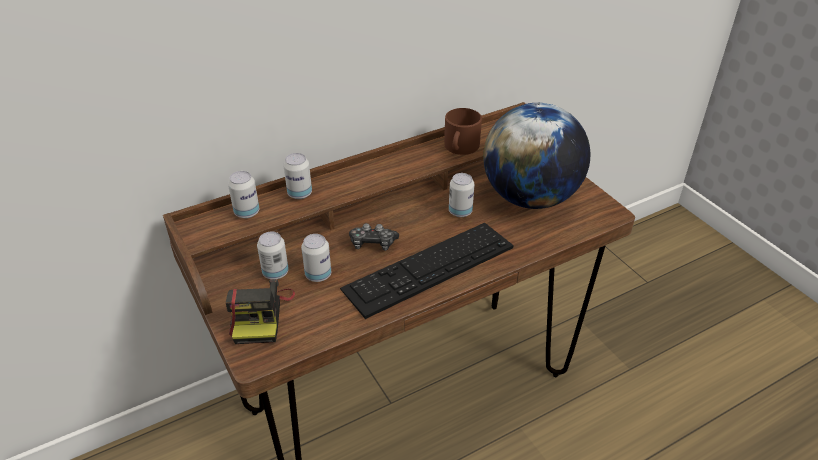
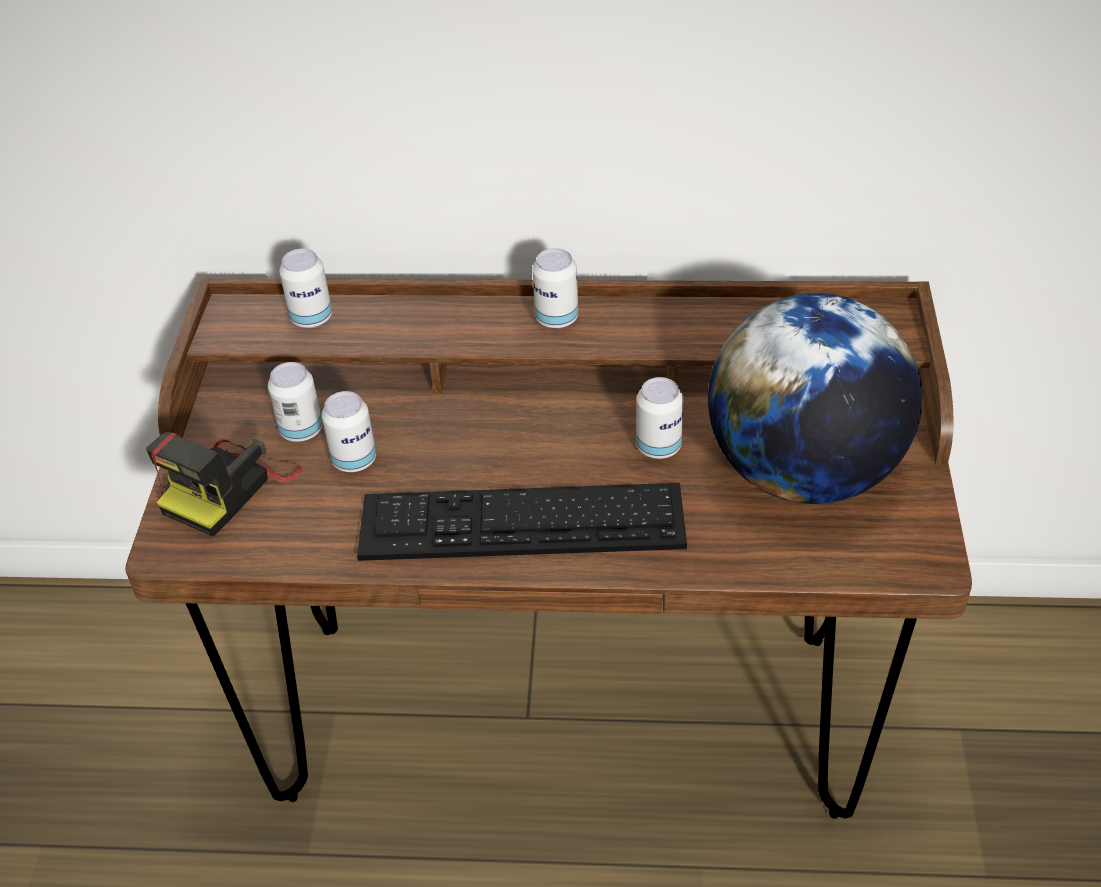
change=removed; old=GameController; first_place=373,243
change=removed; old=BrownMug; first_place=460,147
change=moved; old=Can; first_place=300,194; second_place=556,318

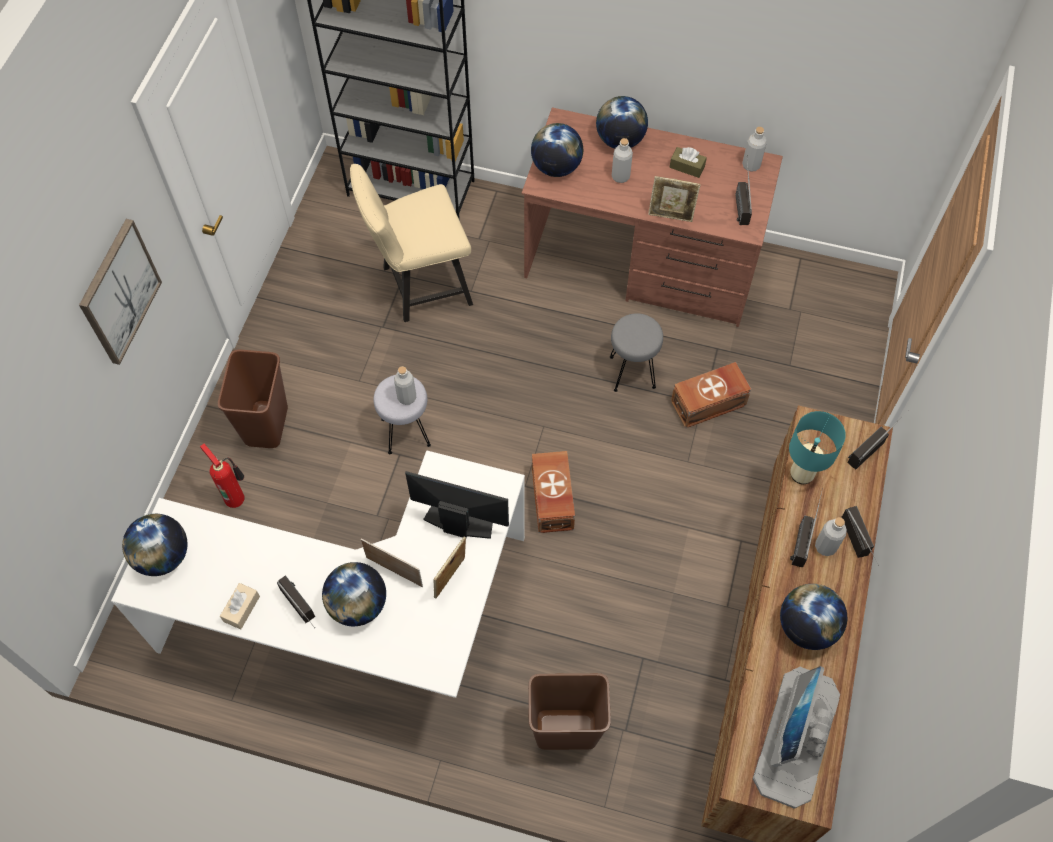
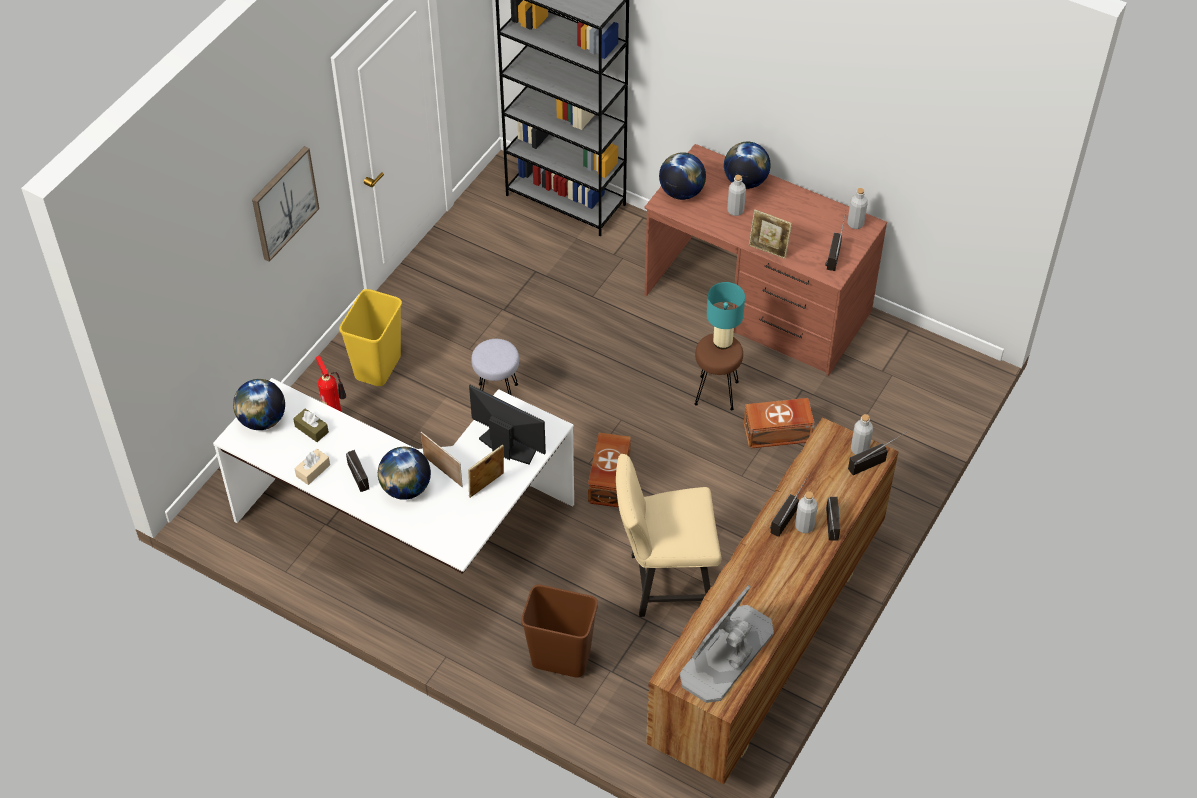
change=removed; old=Globe; first_place=806,627
change=moved; old=BeigeChair; first_place=420,286; second_place=664,583
change=moved; old=GreyBottle; first_place=407,397; second_place=859,449
change=moved; old=BrownTissueBox; first_place=687,167; second_place=311,429
change=moved; old=TurquoiseTableLamp; first_place=801,473; second_place=722,342
change=recoloured; old=BrownTrashCan; new=YellowTrashCan; first_place=265,424; second_place=377,366
change=recoloured; old=GreyStool; new=BrownStool; first_place=631,372; second_place=715,392

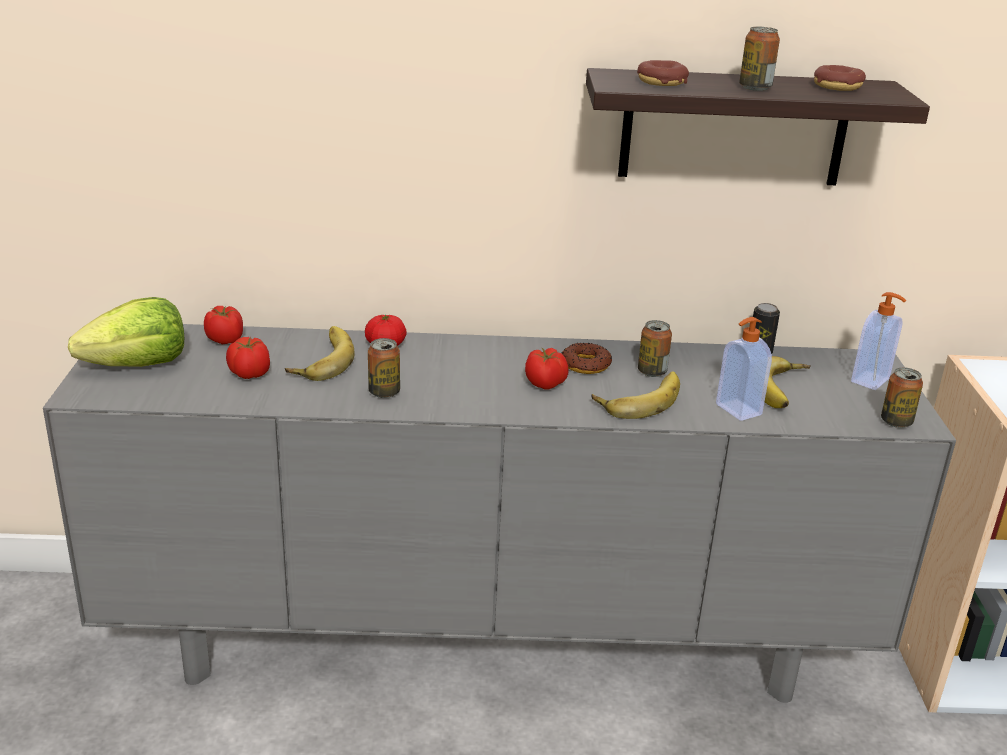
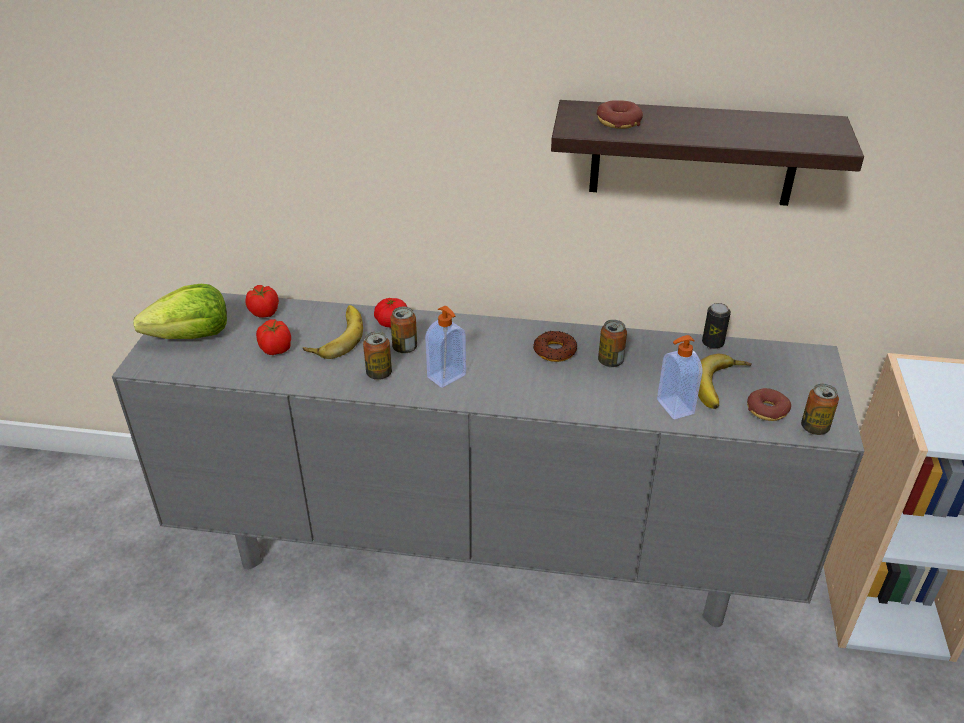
change=removed; old=Tomato; first_place=545,384
change=removed; old=Banana; first_place=638,399
change=moved; old=Can; first_place=755,88; second_place=405,347
change=moved; old=Donut; first_place=837,87; second_place=767,410
change=moved; old=SoapDispenser; first_place=871,381; second_place=447,377

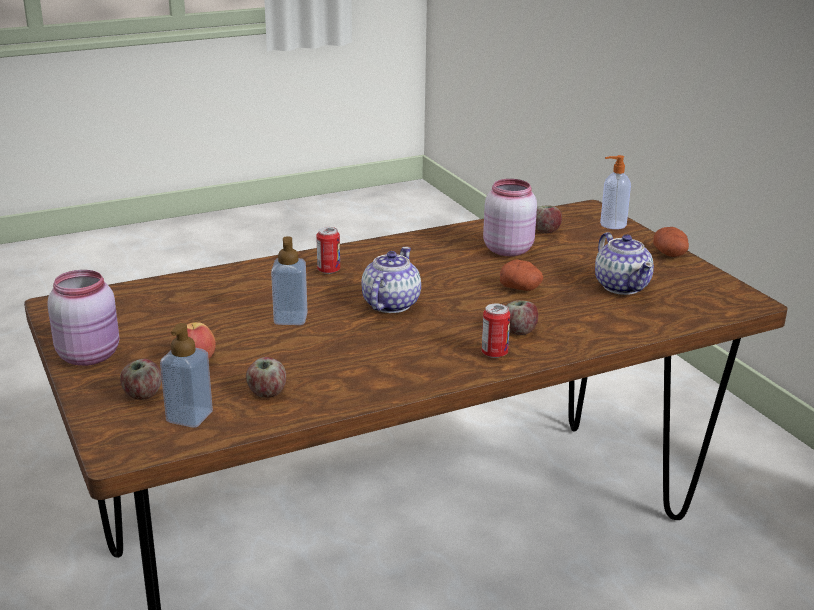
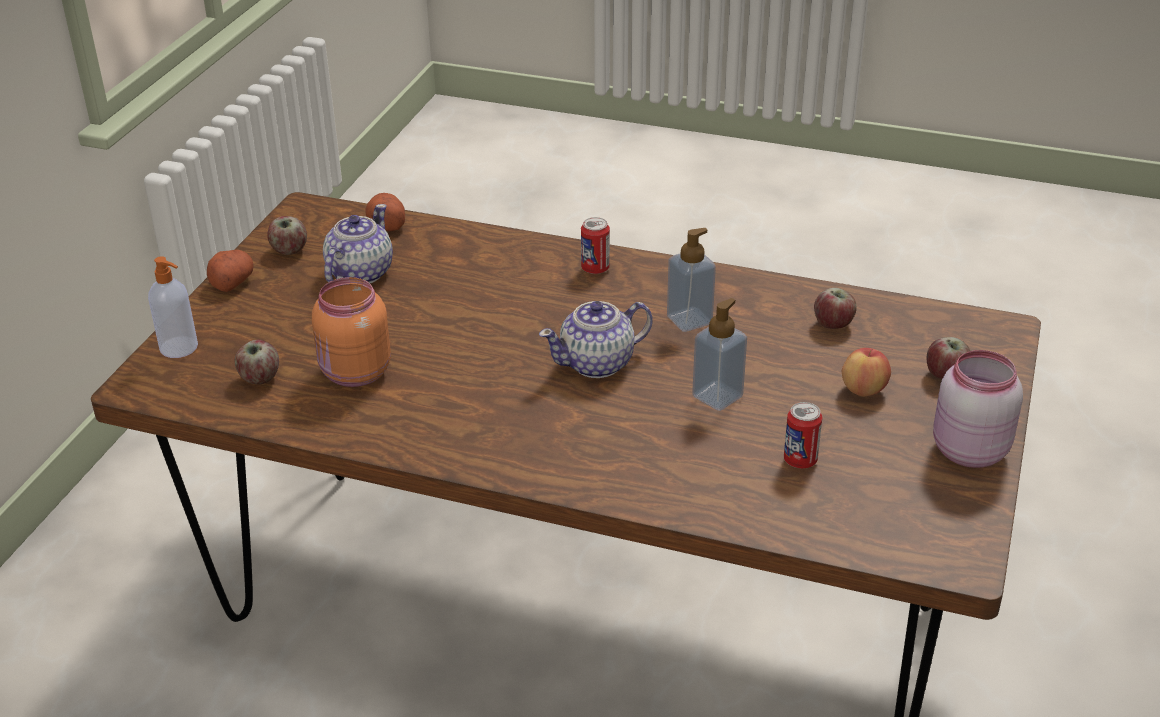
change=moved; old=SoapDispenser; first_place=189,417; second_place=689,320
change=moved; old=Can; first_place=328,270; second_place=800,460
change=moved; old=Potato; first_place=521,288; second_place=386,224
change=moved; old=Apple; first_place=518,331; second_place=289,250
change=recoloured; old=PinkJar; new=OrangeJar; first_place=507,249; second_place=354,374

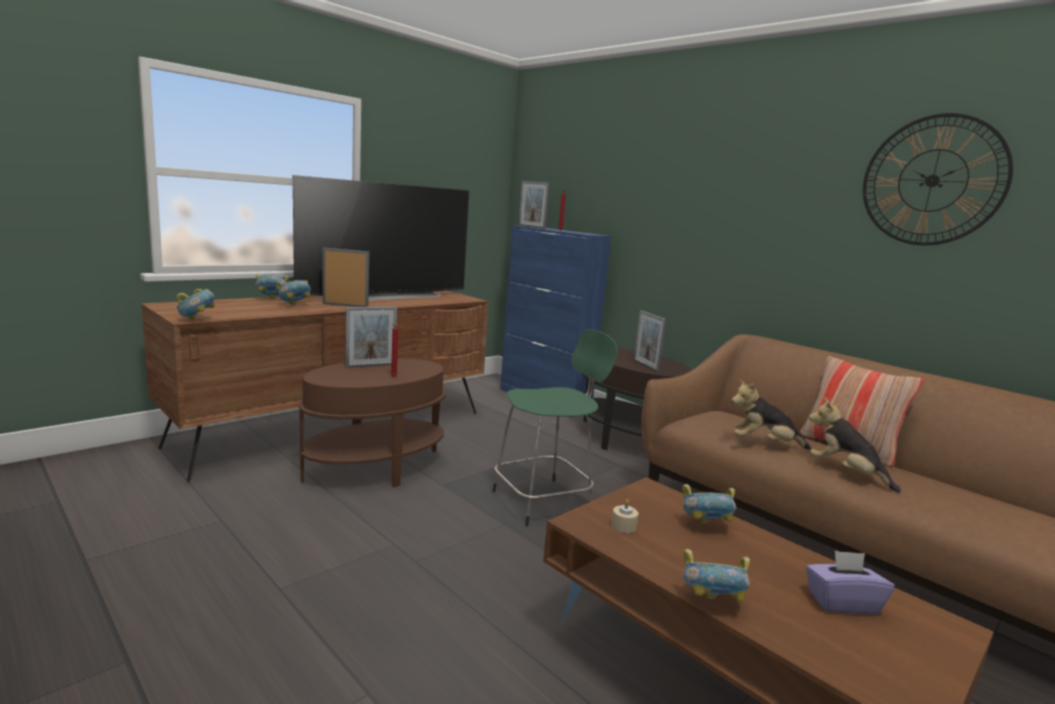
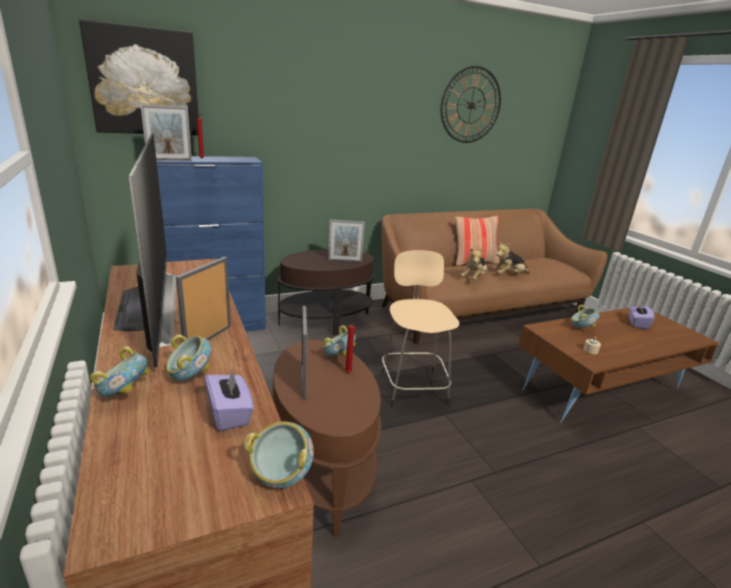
change=added; new=Picture; second_place=144,82
change=added; new=PurpleTissueBox; second_place=230,414
change=moved; old=Bowl; first_place=711,603; second_place=338,356
change=recoloured; old=GreenStool; new=BeigeStool; first_place=544,501; second_place=413,386

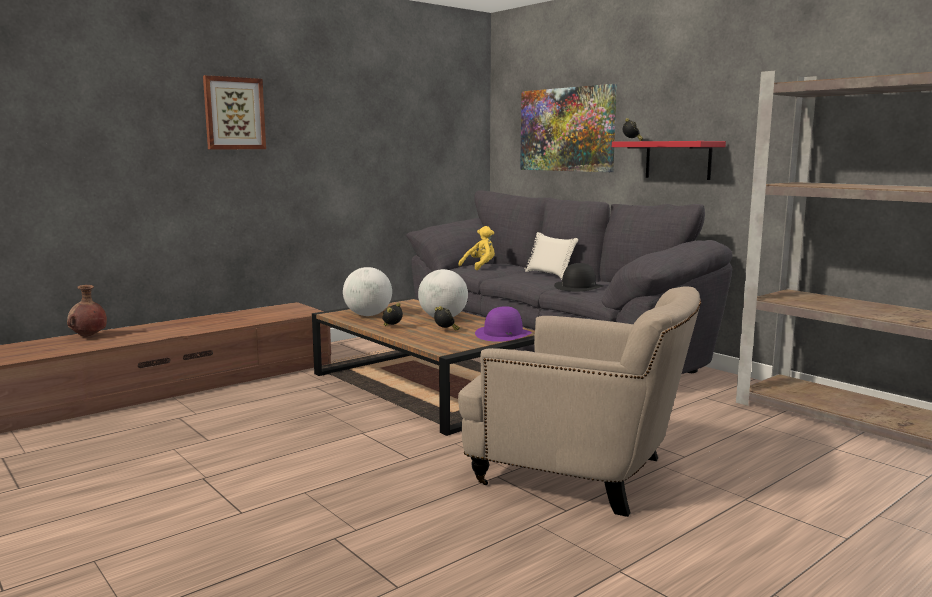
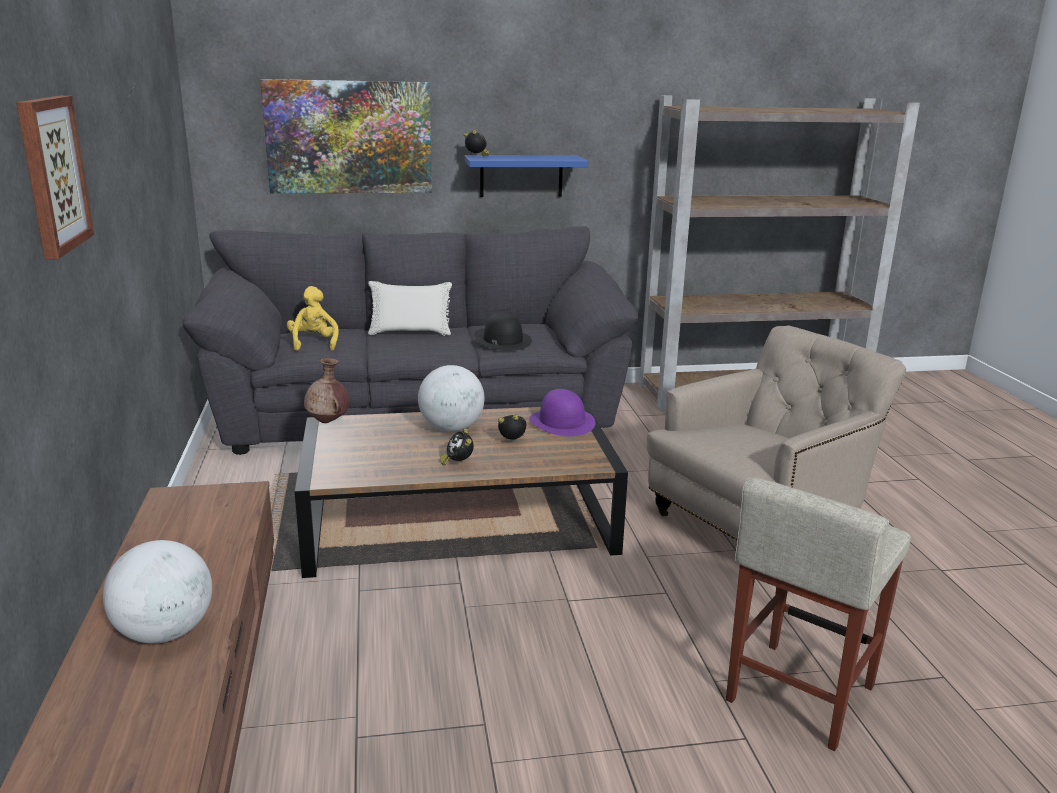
change=added; new=BeigeStool; second_place=799,694
change=moved; old=BrownVase; first_place=88,336; second_place=328,421
change=moved; old=Globe; first_place=368,315; second_place=165,632
change=recoloured; old=RedShelf; new=BlueShelf; first_place=678,160; second_place=521,176

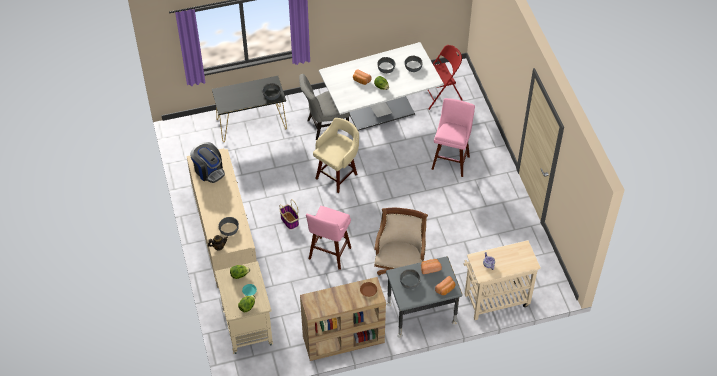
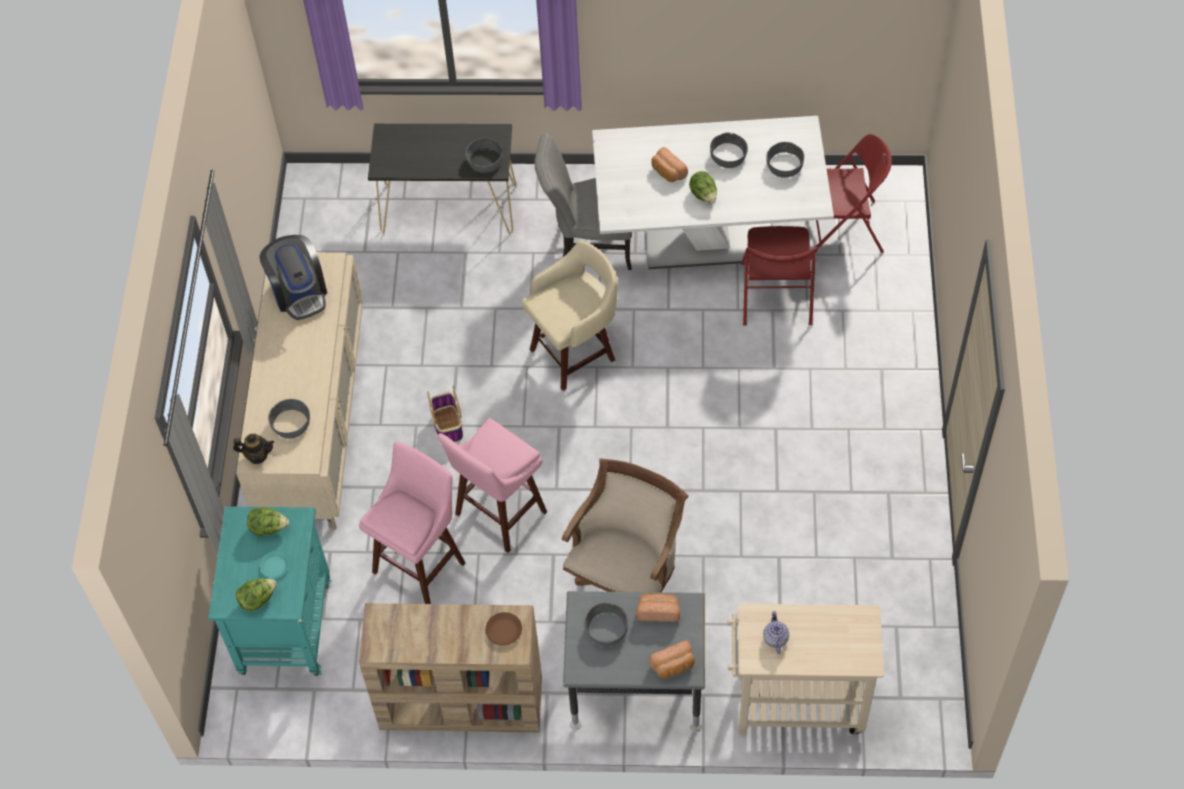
change=added; new=RedChair; second_place=775,294
change=moved; old=PinkStool; first_place=451,161; second_place=421,565
change=recoloured; old=BeigeCart; new=TurquoiseCart; first_place=247,327; second_place=287,626

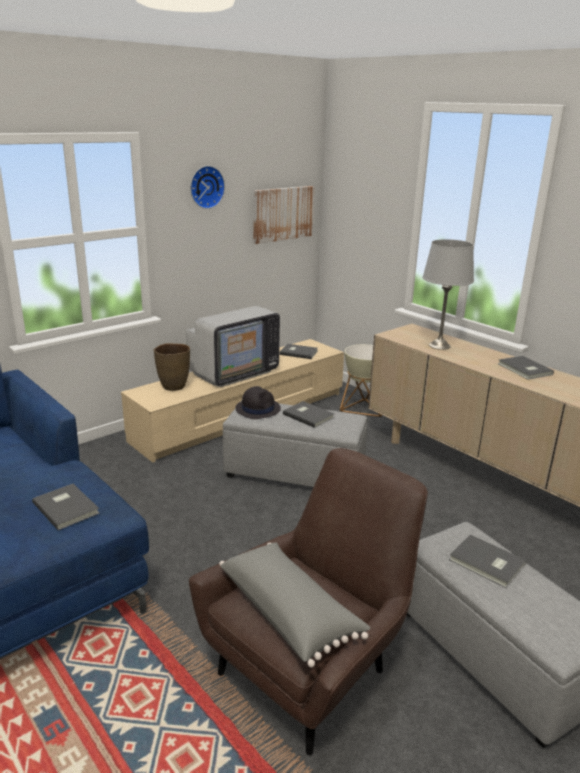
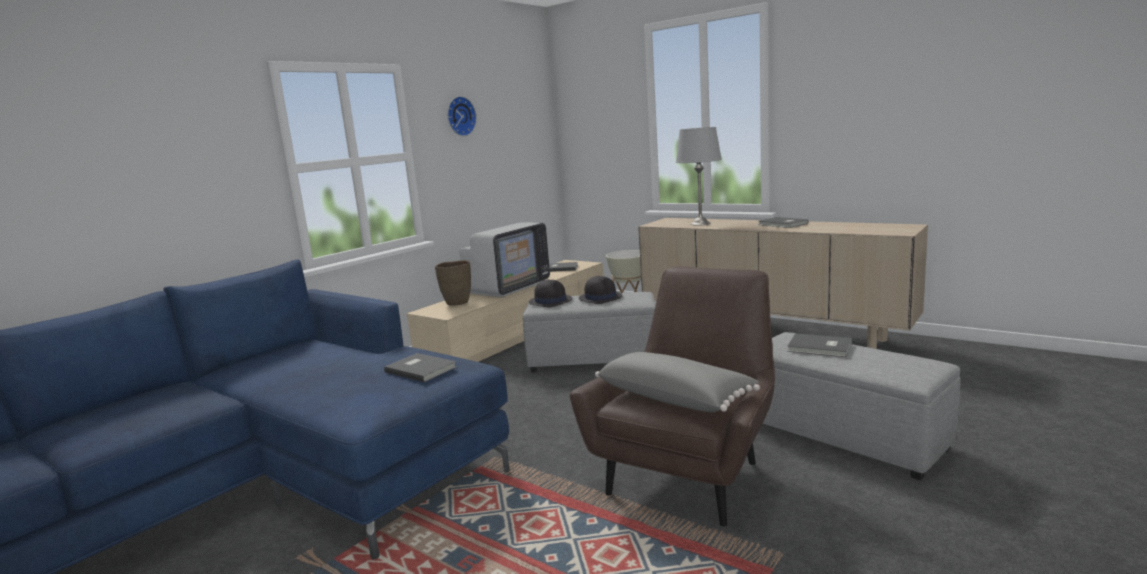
change=removed; old=Picture; first_place=283,214
change=replaced; old=GreyBook; new=BlackHat; first_place=308,415; second_place=600,297

